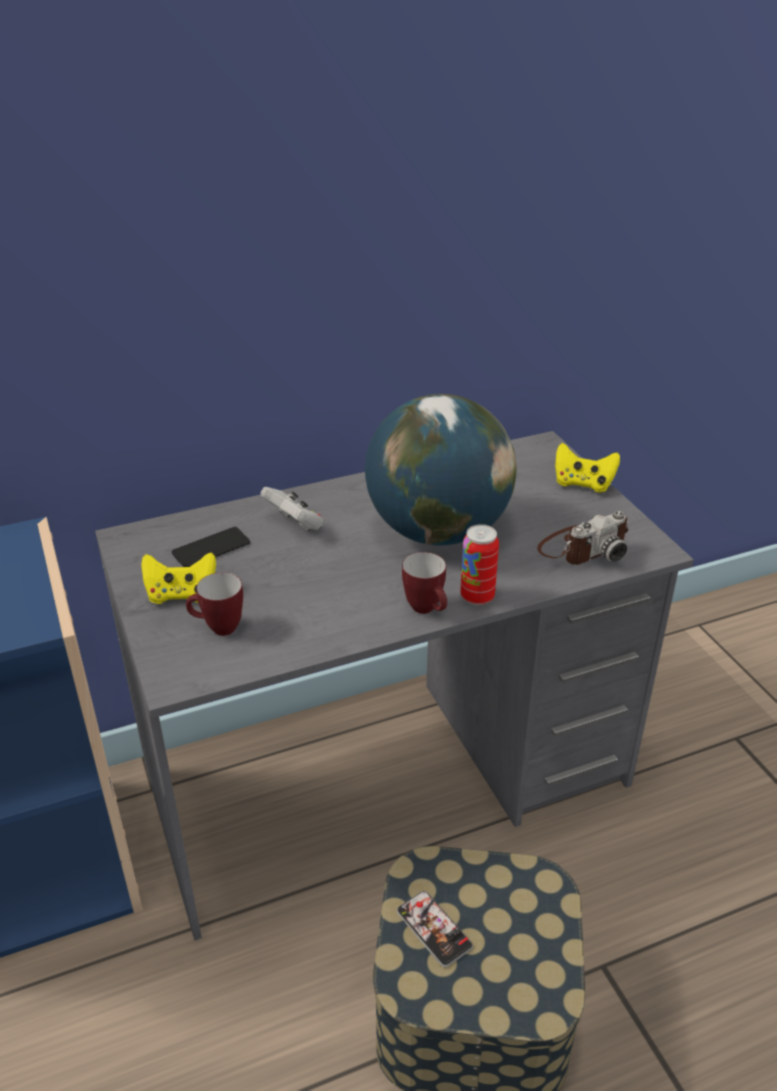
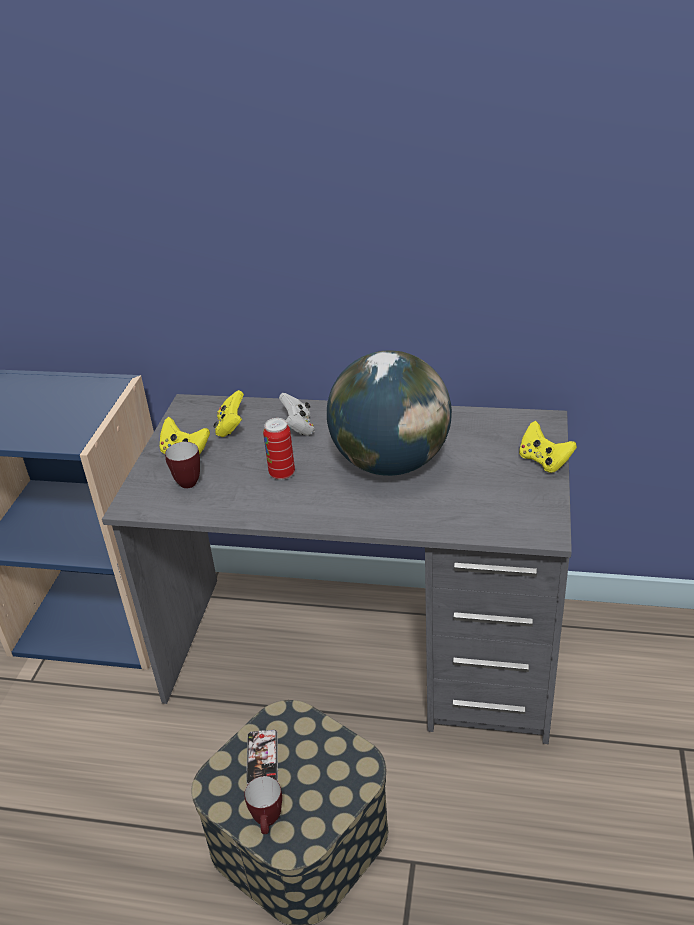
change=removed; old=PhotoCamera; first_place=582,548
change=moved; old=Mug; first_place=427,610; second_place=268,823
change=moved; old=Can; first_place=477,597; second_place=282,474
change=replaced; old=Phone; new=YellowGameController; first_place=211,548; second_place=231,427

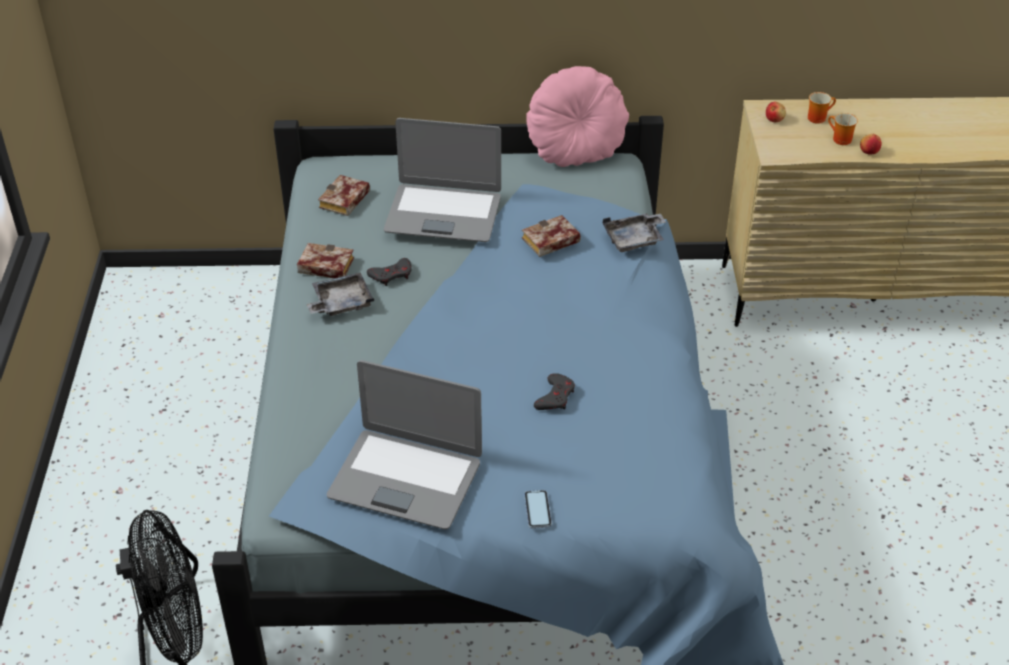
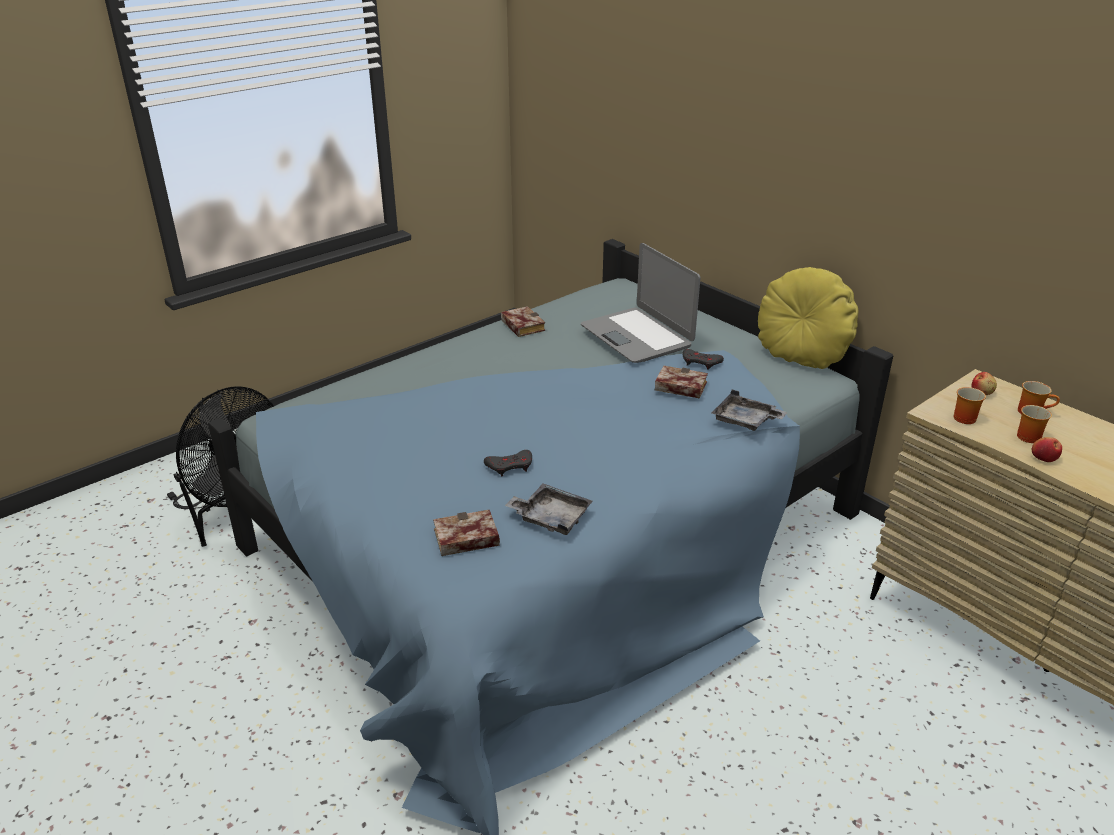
change=removed; old=Laptop; first_place=406,478
change=removed; old=Phone; first_place=537,510
change=added; new=Mug; second_place=964,417
change=moved; old=GreyTray; first_place=341,303; second_place=551,517
change=moved; old=Book; first_place=345,201; second_place=464,540
change=moved; old=GreyGameController; first_place=391,275; second_place=701,362
change=recoloured; old=PinkPillow; new=YellowPillow; first_place=575,155; second_place=801,358

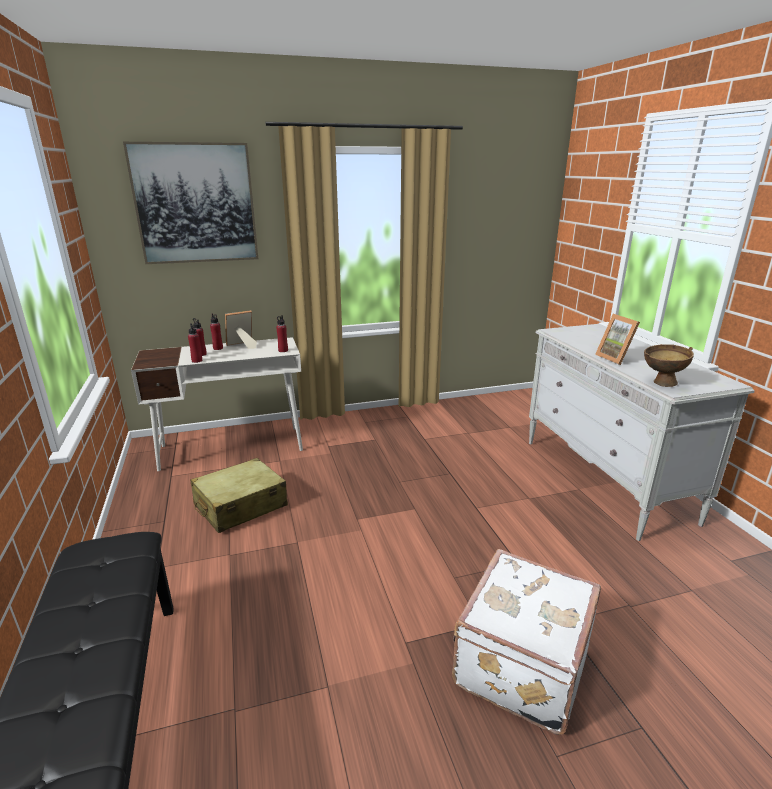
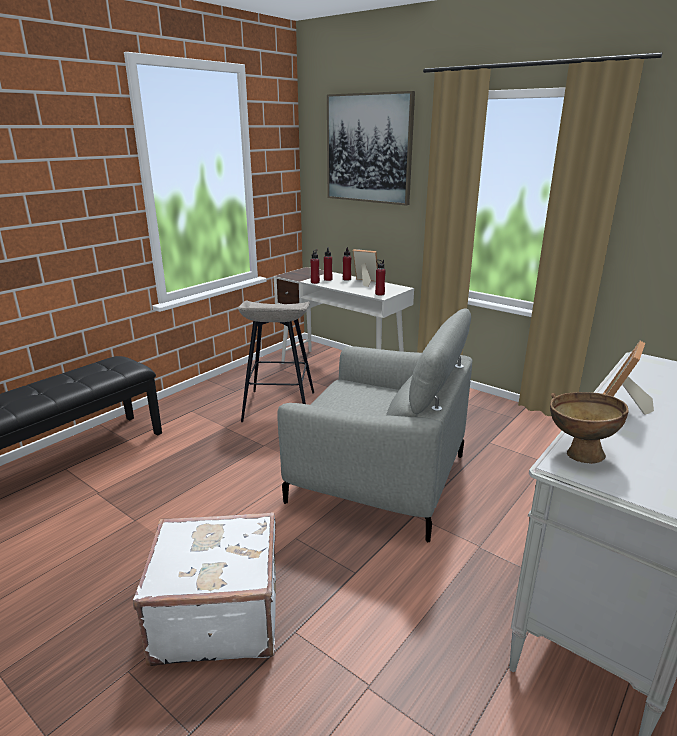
change=added; new=GreyArmchair; second_place=377,478
change=replaced; old=BeigeSuitcase; new=GreyStool; first_place=240,506; second_place=278,406

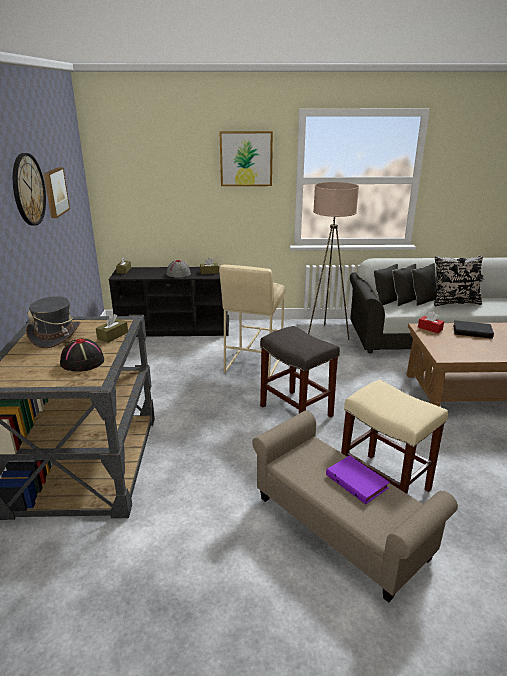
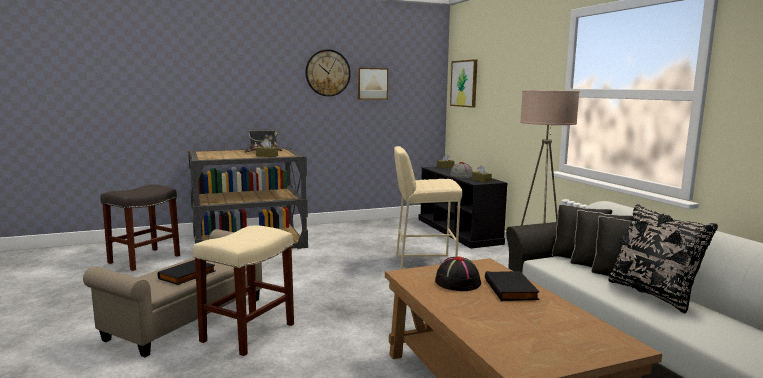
change=removed; old=RedTissueBox; first_place=430,328
change=moved; old=BlackHat; first_place=82,362; second_place=457,282
change=moved; old=Picture; first_place=246,159; second_place=464,83
change=moved; old=GreyStool; first_place=297,411; second_place=144,259
change=recoloured; old=PurpleBook; new=BlackBook; first_place=358,481; second_place=187,275

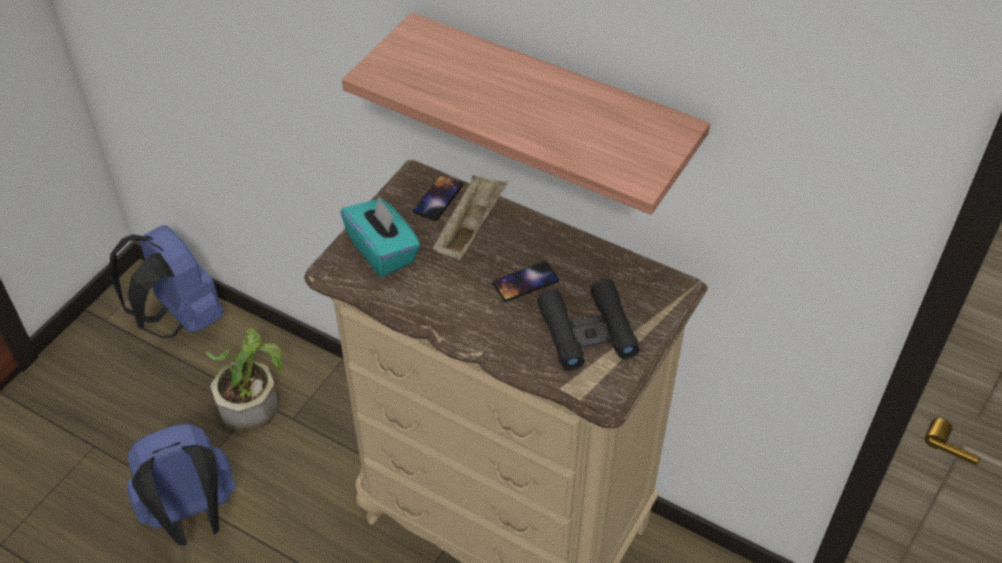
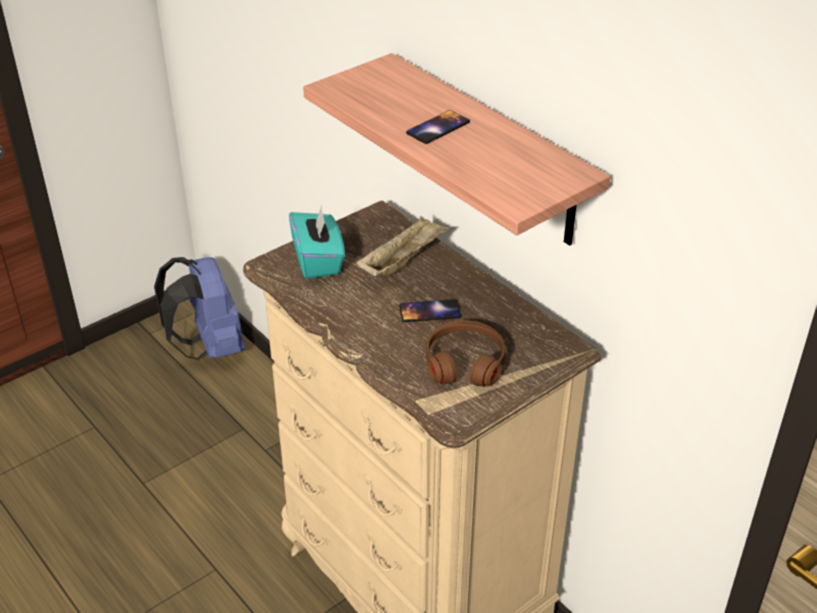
change=removed; old=BlueBackpack; first_place=192,517
change=removed; old=PottedPlant; first_place=252,399
change=moved; old=Phone; first_place=438,198; second_place=438,127
change=replaced; old=BlackBinoculars; new=BrownHeadphones; first_place=587,332; second_place=464,363

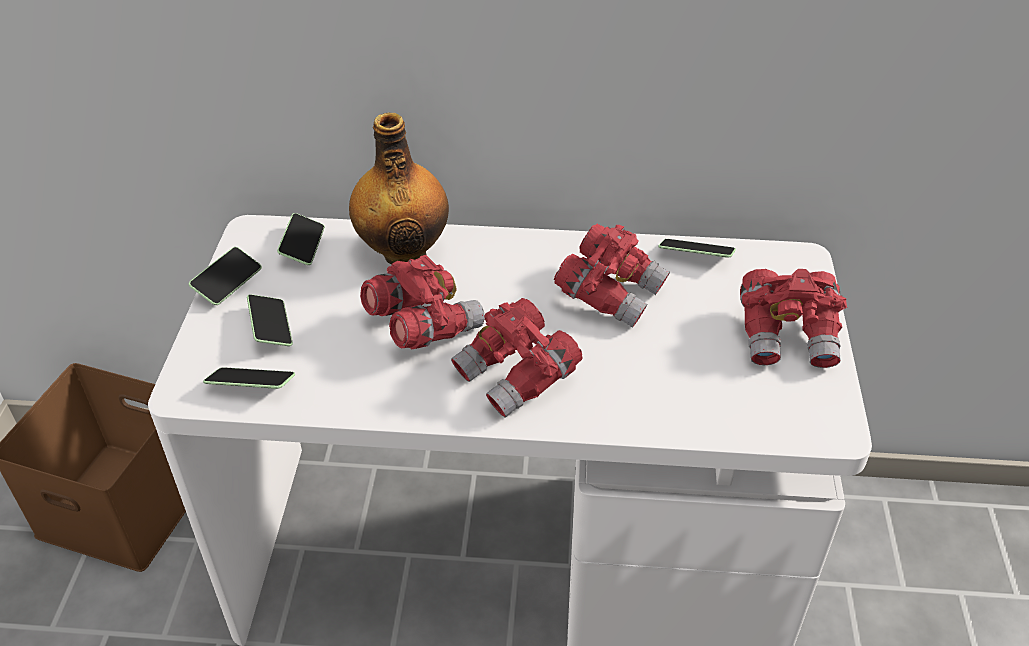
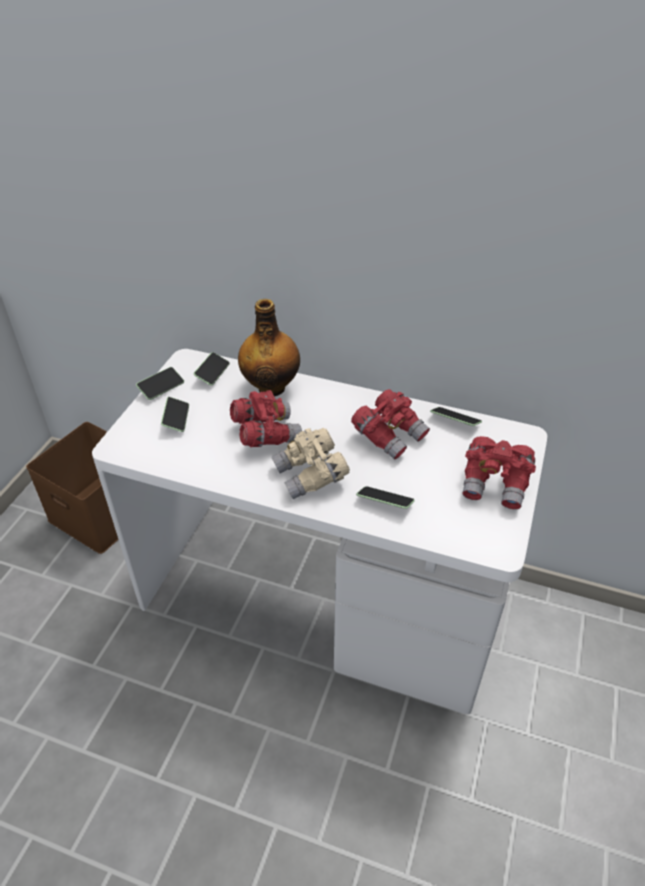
change=moved; old=Phone; first_place=251,386; second_place=384,502
change=recoloured; old=RedBinoculars; new=BeigeBinoculars; first_place=517,376; second_place=311,476

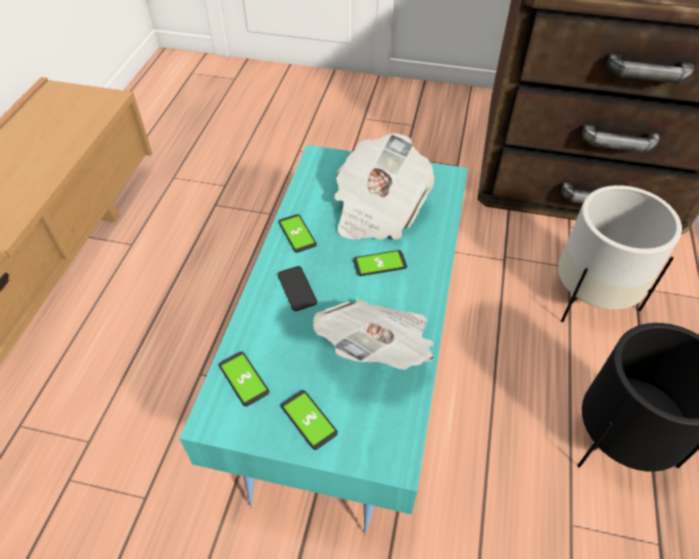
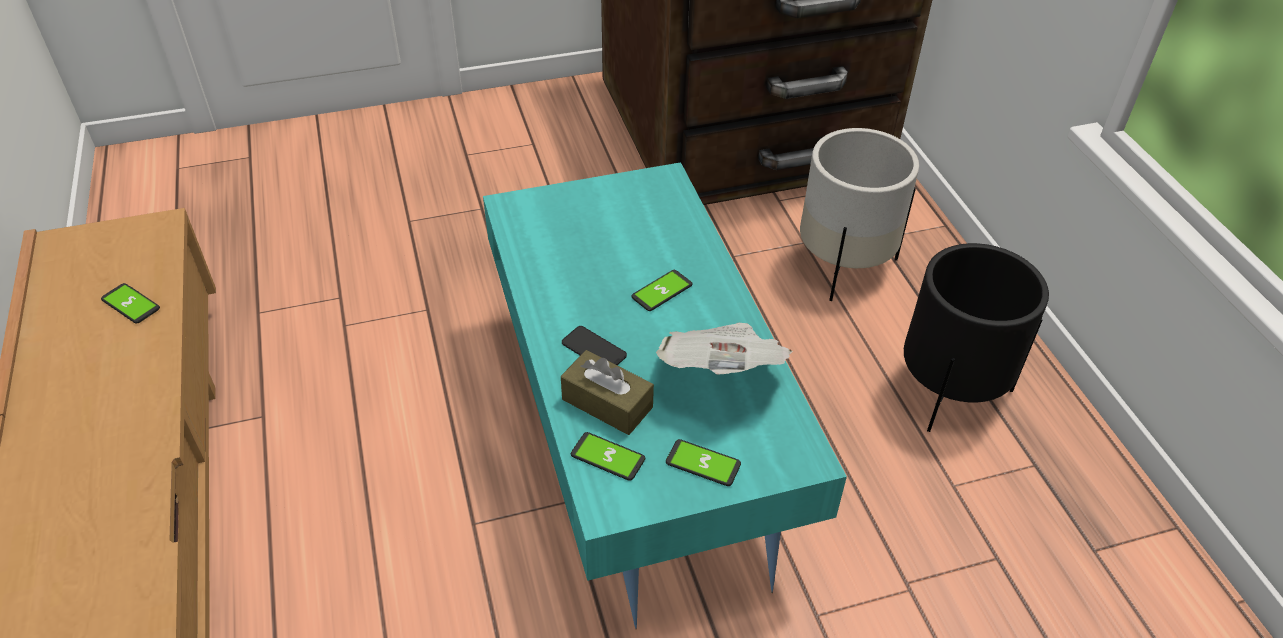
change=removed; old=Newspaper; first_place=377,210
change=added; new=BrownTissueBox; second_place=607,403
change=moved; old=Phone; first_place=297,234; second_place=131,304

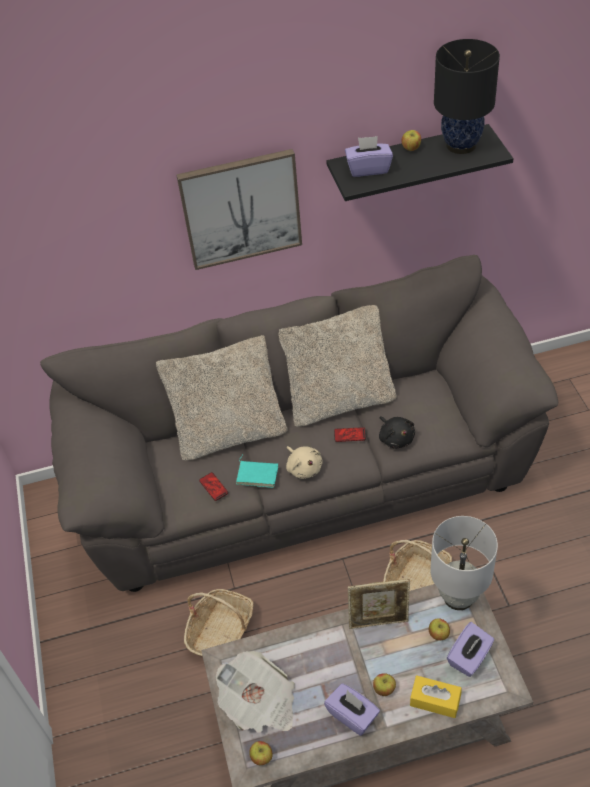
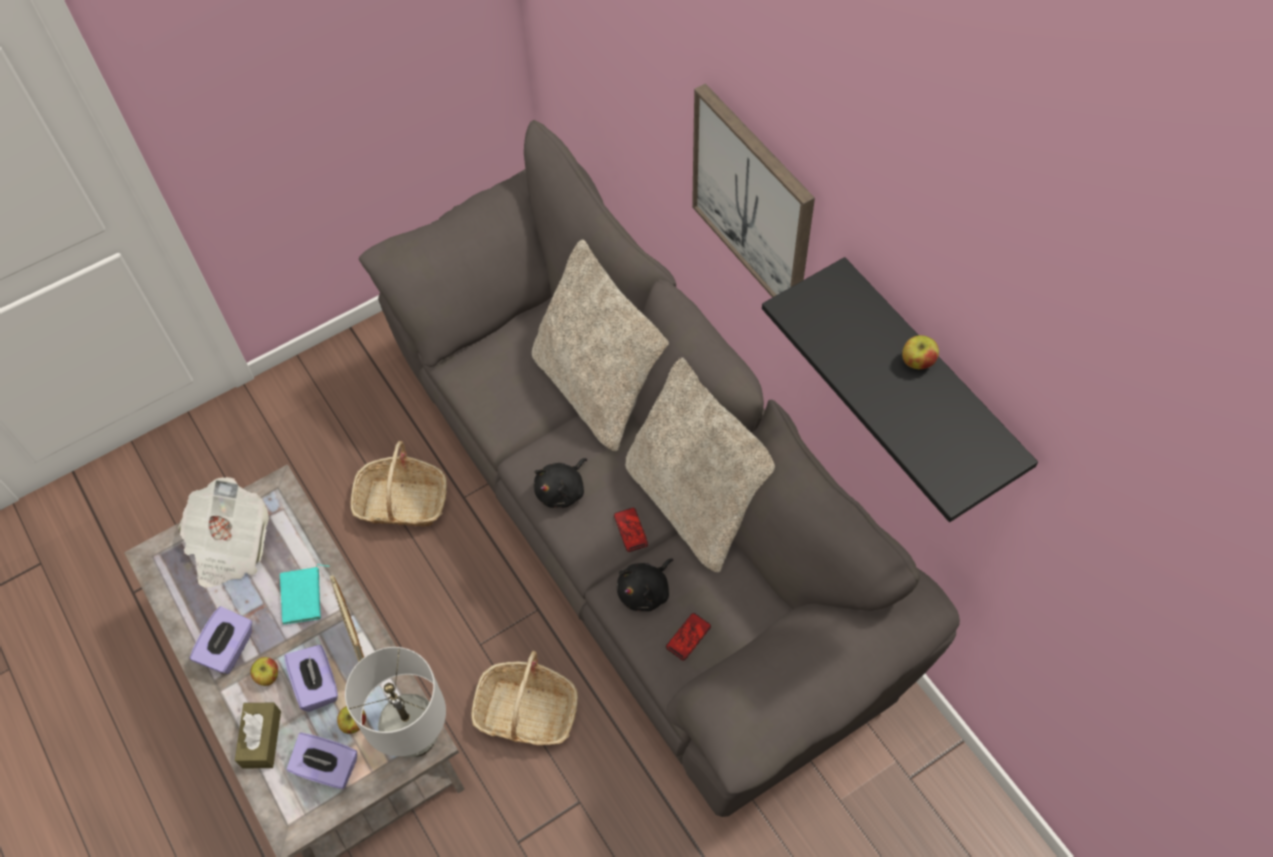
change=removed; old=Apple; first_place=261,757
change=removed; old=BlackTableLamp; first_place=461,145
change=moved; old=Phone; first_place=213,487; second_place=688,637
change=moved; old=TurquoiseBook; first_place=258,474; second_place=303,597
change=moved; old=PurpleTissueBox; first_place=368,168; second_place=317,685
change=recoloured; old=BeigePlushToy; new=BlackPlushToy; first_place=304,467; second_place=562,490
change=recoloured; old=YellowTissueBox; new=BrownTissueBox; first_place=435,700; second_place=261,739

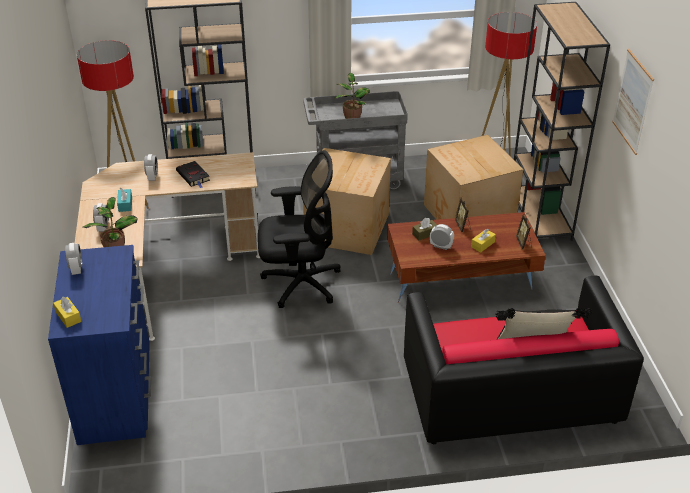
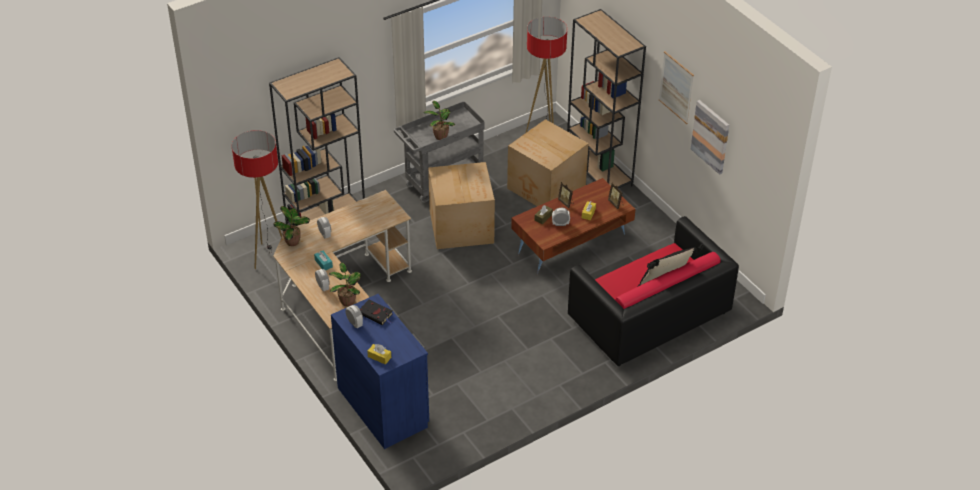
change=removed; old=BlackOfficeChair; first_place=297,285
change=added; new=PottedPlant; second_place=293,242
change=added; new=Picture; second_place=711,136
change=moved; old=BlackBook; first_place=193,176; second_place=376,314

